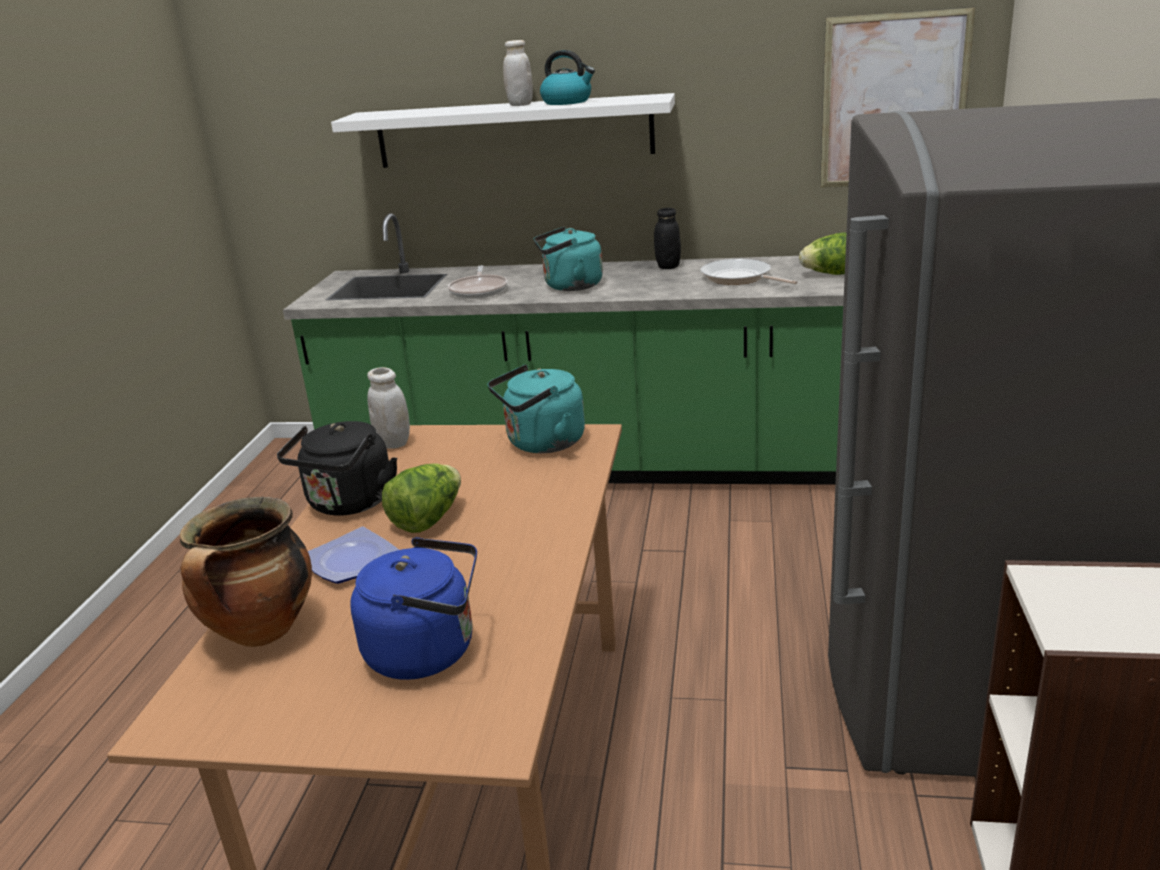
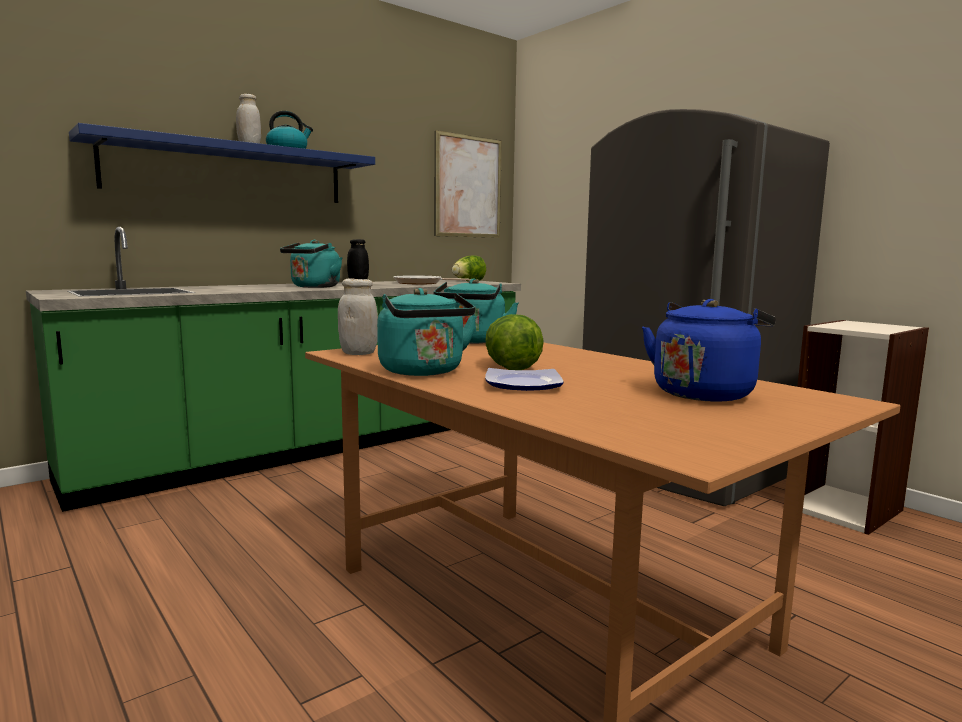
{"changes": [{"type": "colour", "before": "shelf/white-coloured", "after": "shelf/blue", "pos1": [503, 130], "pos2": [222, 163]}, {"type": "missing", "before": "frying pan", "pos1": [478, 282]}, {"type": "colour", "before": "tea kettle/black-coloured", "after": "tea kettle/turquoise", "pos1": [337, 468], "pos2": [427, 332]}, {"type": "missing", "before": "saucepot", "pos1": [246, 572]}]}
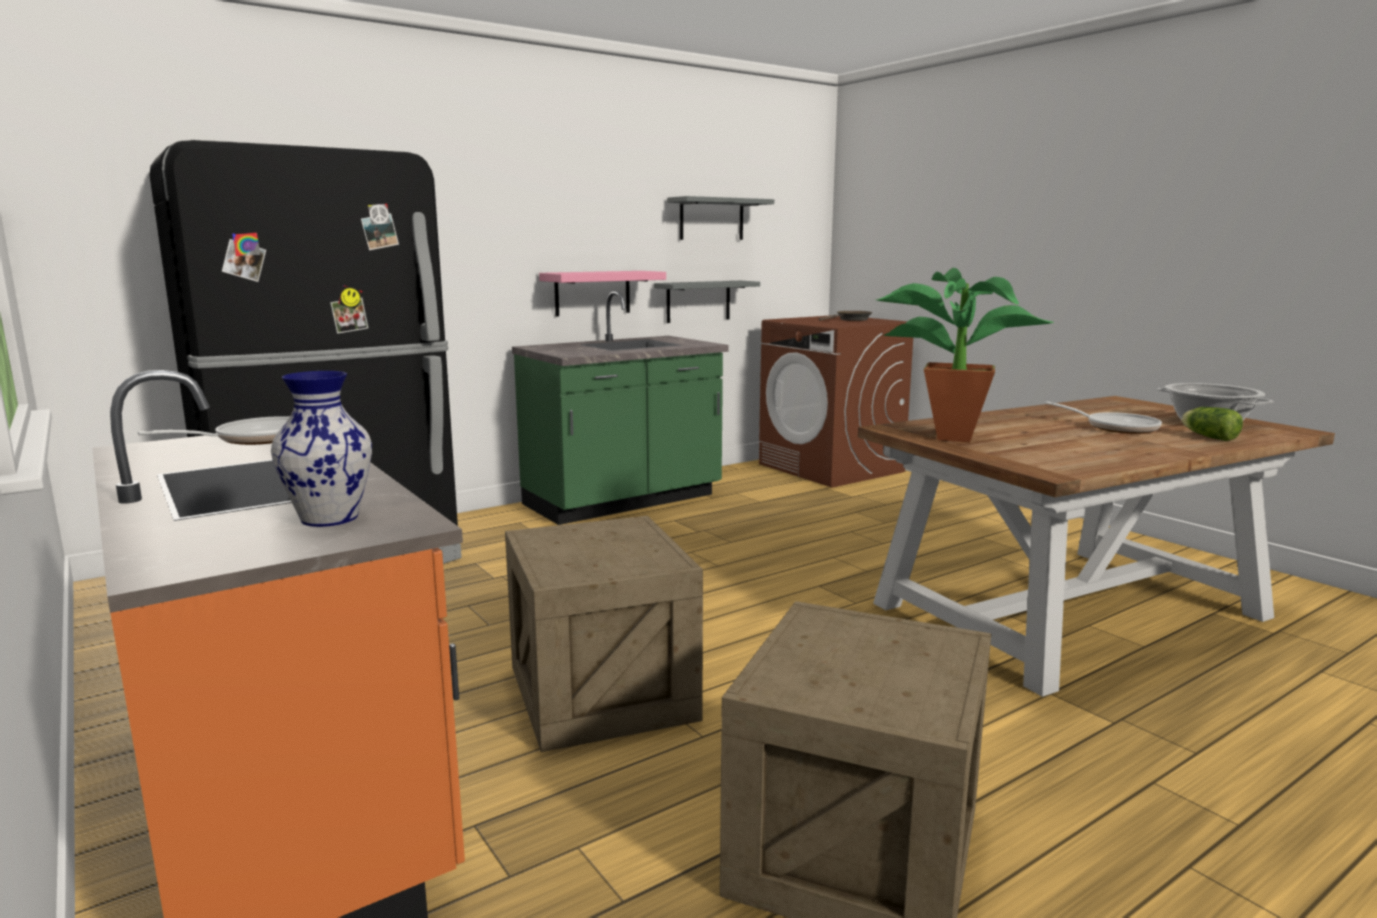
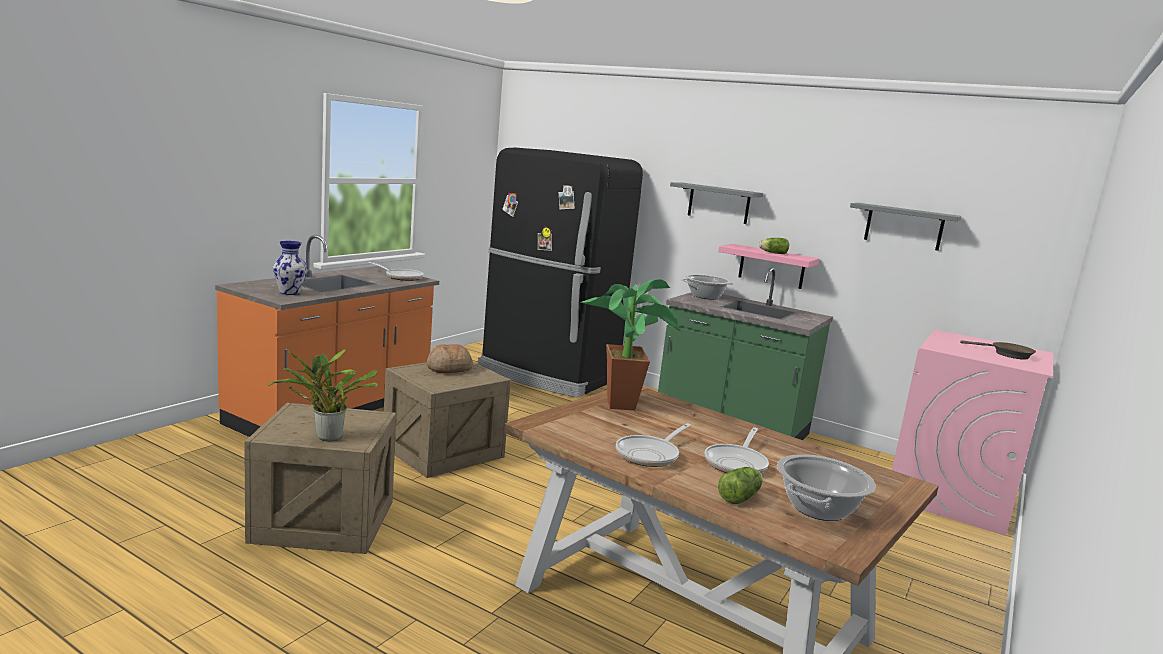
{"changes": [{"type": "relocated", "before": "shelf/greyish", "pos1": [707, 302], "pos2": [716, 203]}, {"type": "colour", "before": "washing machine/brownish", "after": "washing machine/pinkish", "pos1": [836, 401], "pos2": [972, 433]}, {"type": "appeared", "after": "lettuce", "pos2": [774, 246]}, {"type": "appeared", "after": "saucepot", "pos2": [707, 286]}, {"type": "appeared", "after": "bakery bread", "pos2": [450, 358]}, {"type": "appeared", "after": "houseplant", "pos2": [322, 395]}, {"type": "appeared", "after": "frying pan", "pos2": [653, 445]}]}
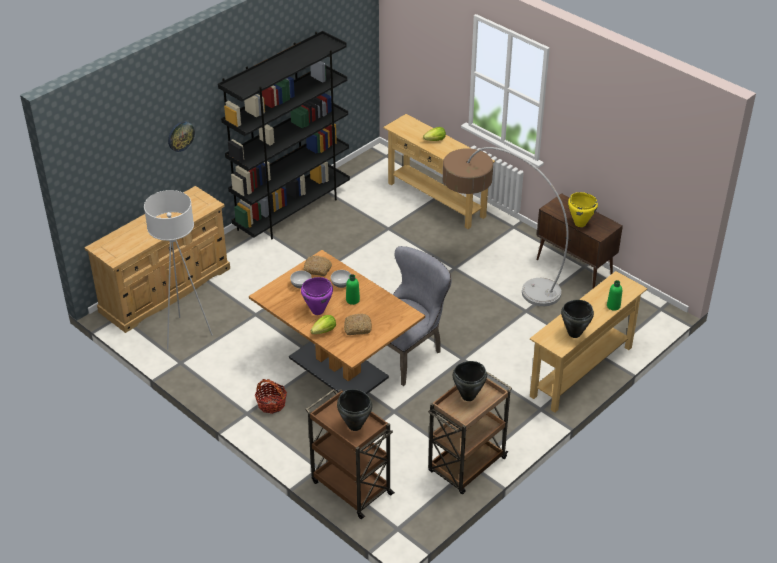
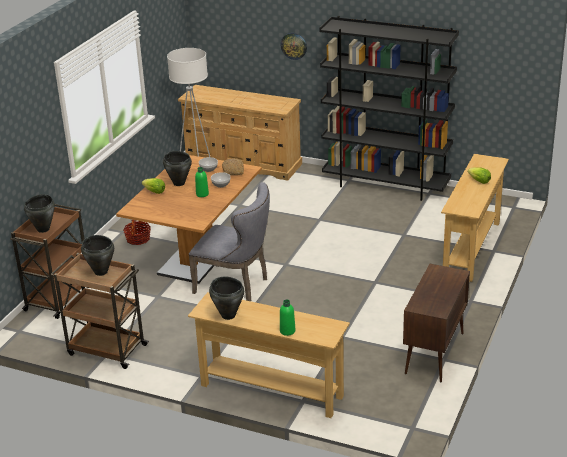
{"changes": [{"type": "missing", "before": "standing lamp", "pos1": [505, 226]}, {"type": "missing", "before": "saucepot/yellowish", "pos1": [583, 209]}, {"type": "colour", "before": "saucepot/purplish", "after": "saucepot/black-coloured", "pos1": [317, 296], "pos2": [177, 168]}, {"type": "missing", "before": "bakery bread", "pos1": [358, 324]}]}
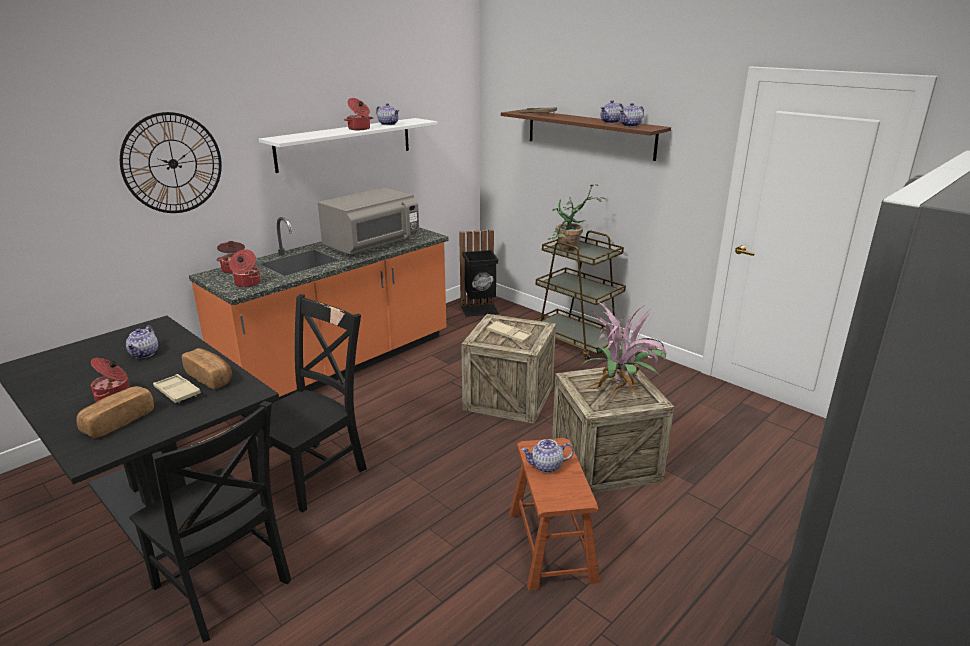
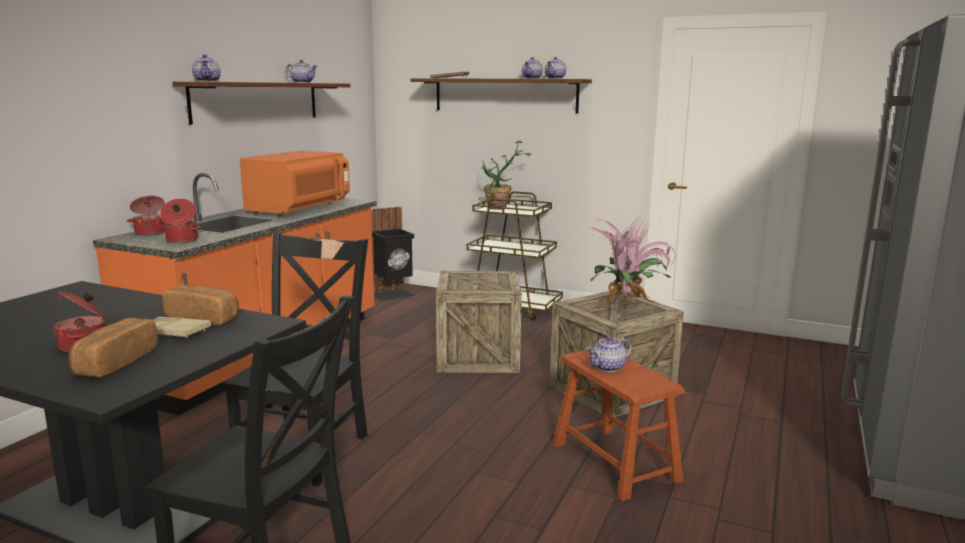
{"changes": [{"type": "missing", "before": "saucepot", "pos1": [358, 114]}, {"type": "missing", "before": "hanging clock", "pos1": [171, 162]}, {"type": "colour", "before": "shelf/white-coloured", "after": "shelf/brownish", "pos1": [348, 145], "pos2": [261, 103]}, {"type": "colour", "before": "microwave/greyish", "after": "microwave/orangey", "pos1": [368, 221], "pos2": [295, 183]}, {"type": "missing", "before": "carrying tray/beige", "pos1": [509, 332]}, {"type": "relocated", "before": "pot for tea", "pos1": [142, 342], "pos2": [206, 68]}]}
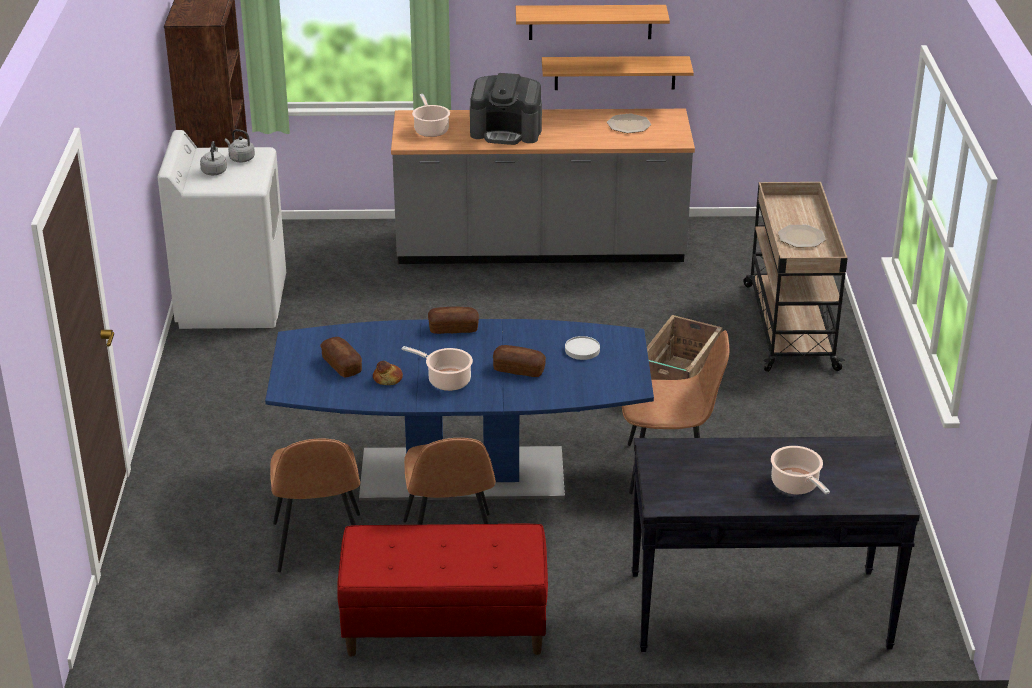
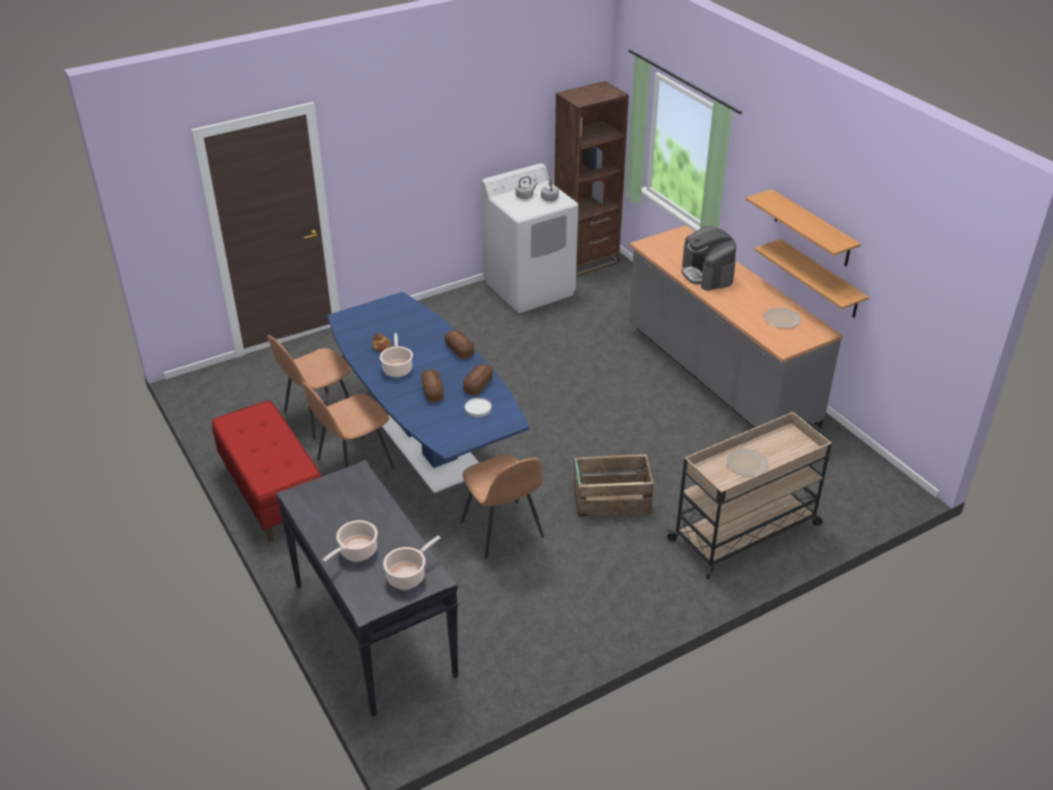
{"changes": [{"type": "relocated", "before": "saucepot", "pos1": [431, 115], "pos2": [412, 562]}, {"type": "relocated", "before": "bakery bread", "pos1": [341, 357], "pos2": [478, 379]}]}
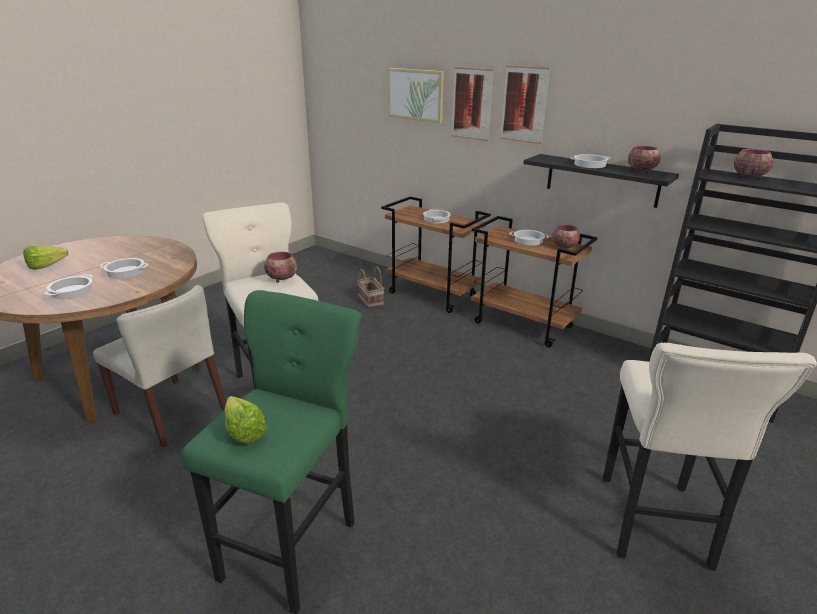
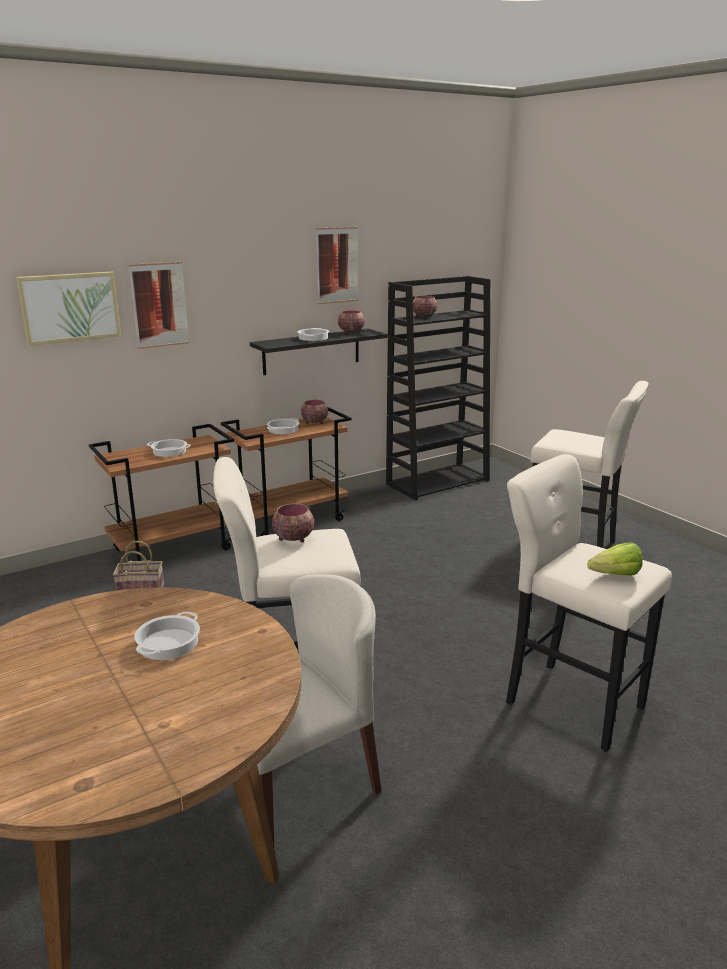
{"changes": [{"type": "relocated", "before": "wall picture", "pos1": [525, 104], "pos2": [337, 265]}, {"type": "missing", "before": "lettuce", "pos1": [45, 258]}, {"type": "missing", "before": "saucepot", "pos1": [68, 286]}, {"type": "colour", "before": "stool/green", "after": "stool/beige", "pos1": [271, 452], "pos2": [589, 603]}]}
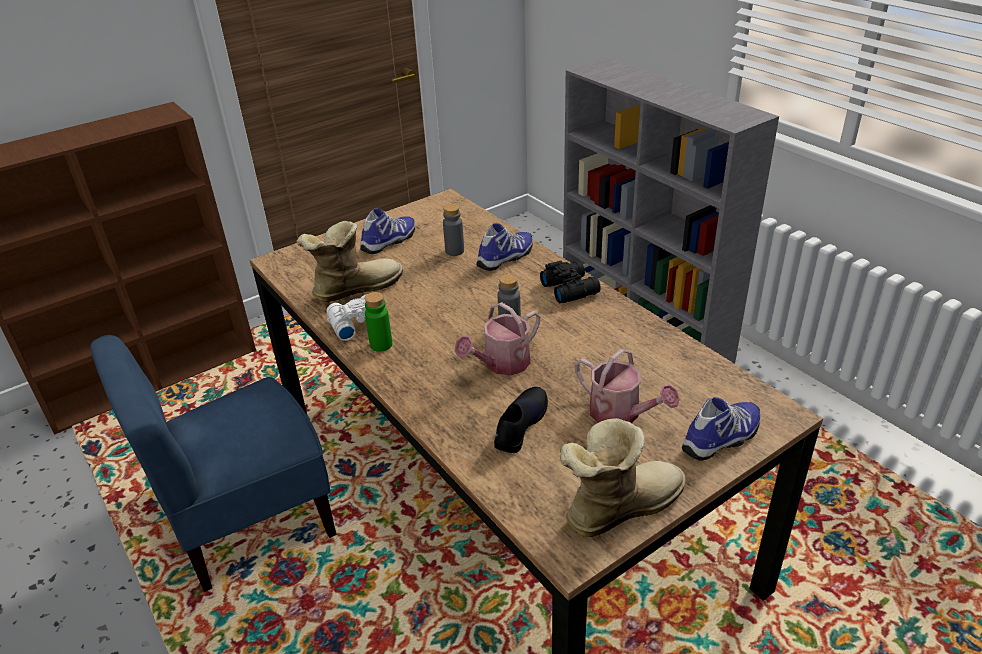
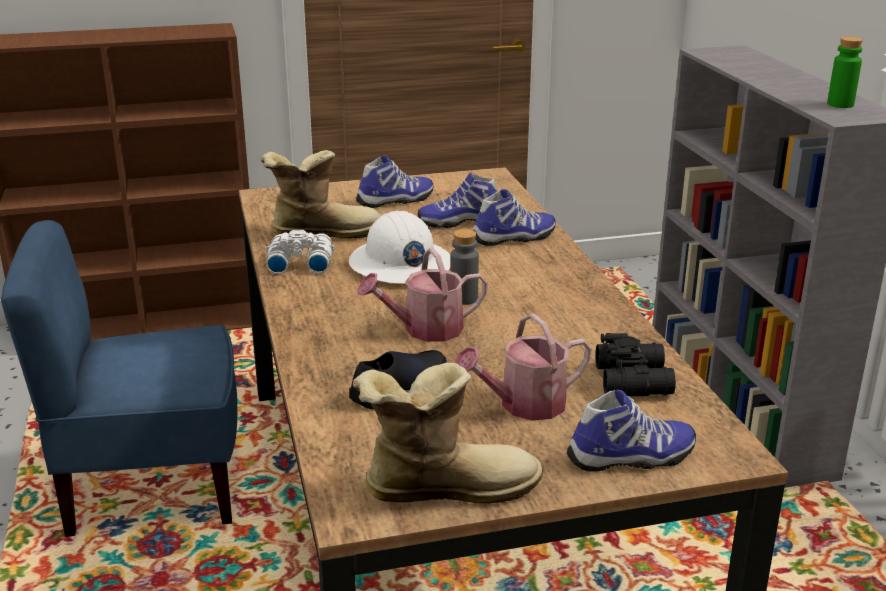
{"changes": [{"type": "exchanged", "before": "beverage bottle/greyish", "after": "shoe", "pos1": [453, 230], "pos2": [457, 200]}, {"type": "relocated", "before": "pair of binoculars/black-coloured", "pos1": [570, 282], "pos2": [636, 364]}, {"type": "relocated", "before": "beverage bottle/green", "pos1": [378, 322], "pos2": [845, 72]}, {"type": "spun", "before": "watering pot", "pos1": [627, 386], "pos2": [523, 367], "turn": 90}, {"type": "appeared", "after": "work helmet/white-coloured", "pos2": [400, 247]}]}
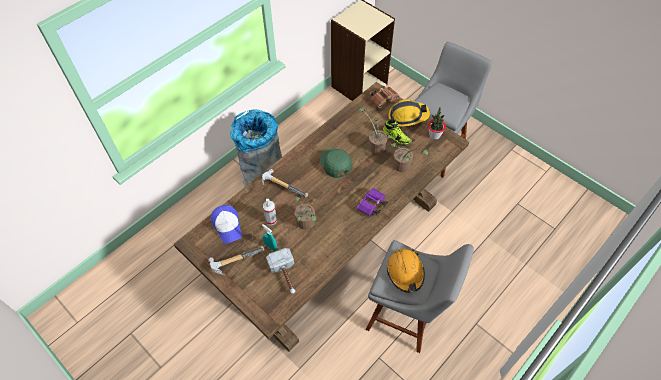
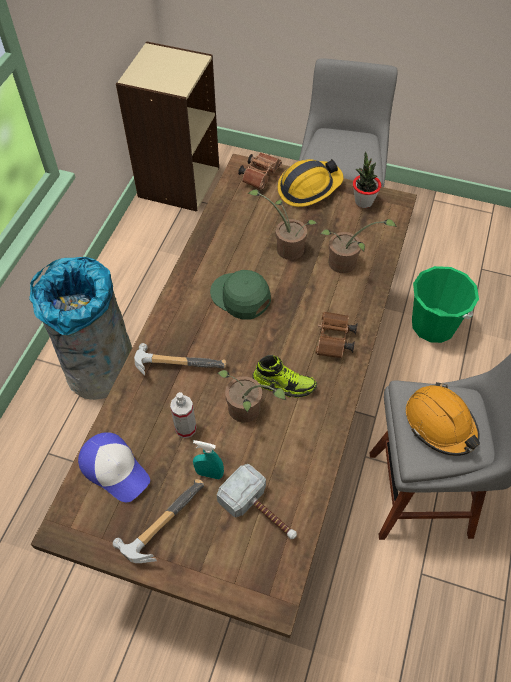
{"changes": [{"type": "relocated", "before": "shoe", "pos1": [397, 132], "pos2": [284, 376]}, {"type": "colour", "before": "pair of binoculars/purplish", "after": "pair of binoculars/brownish", "pos1": [372, 202], "pos2": [337, 335]}, {"type": "appeared", "after": "bucket/green", "pos2": [445, 304]}]}
